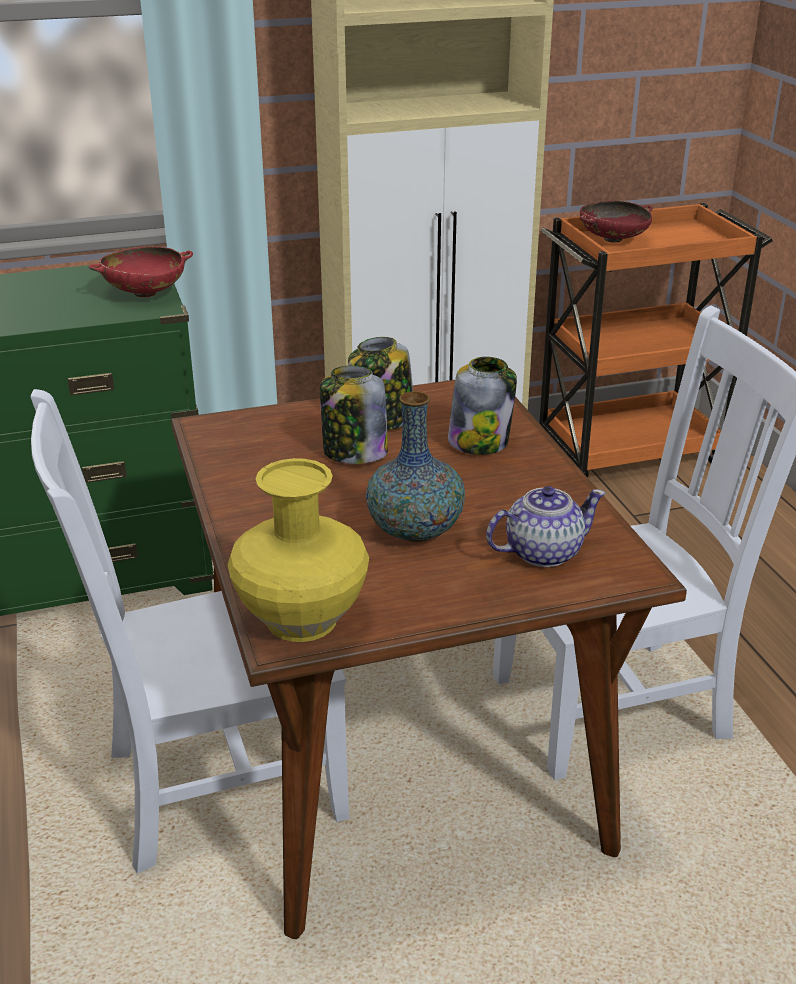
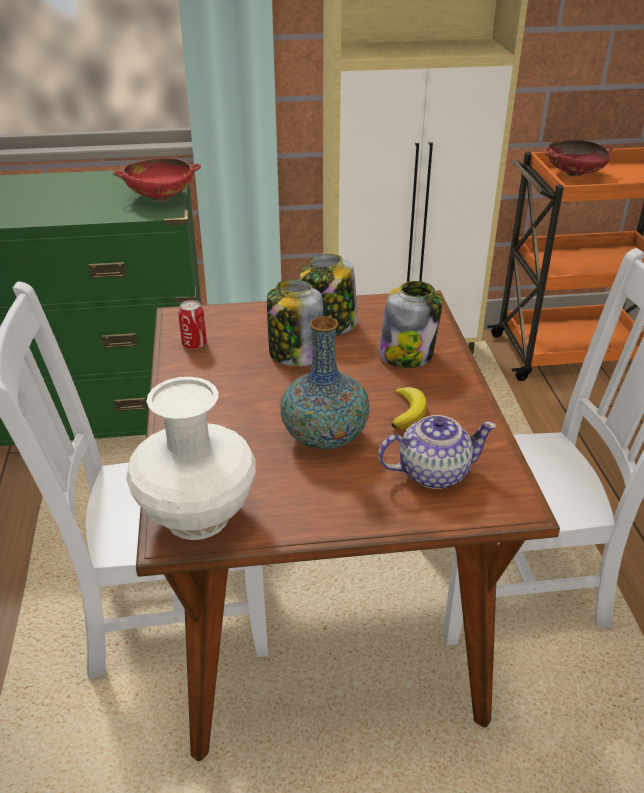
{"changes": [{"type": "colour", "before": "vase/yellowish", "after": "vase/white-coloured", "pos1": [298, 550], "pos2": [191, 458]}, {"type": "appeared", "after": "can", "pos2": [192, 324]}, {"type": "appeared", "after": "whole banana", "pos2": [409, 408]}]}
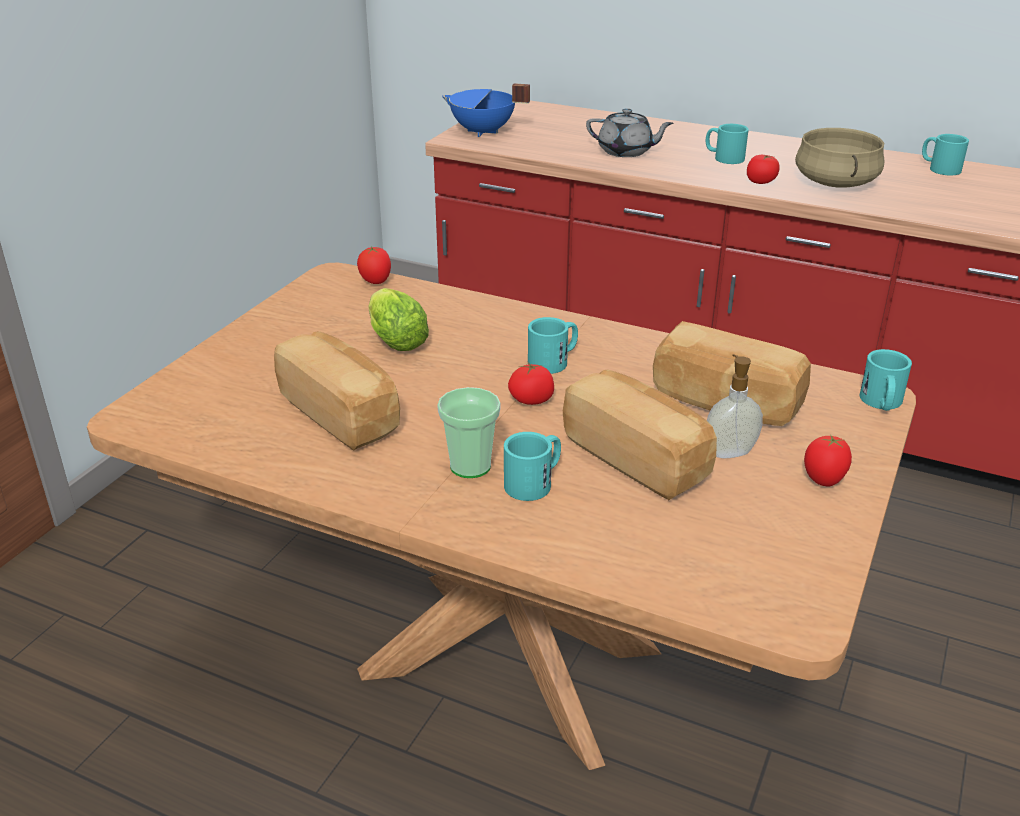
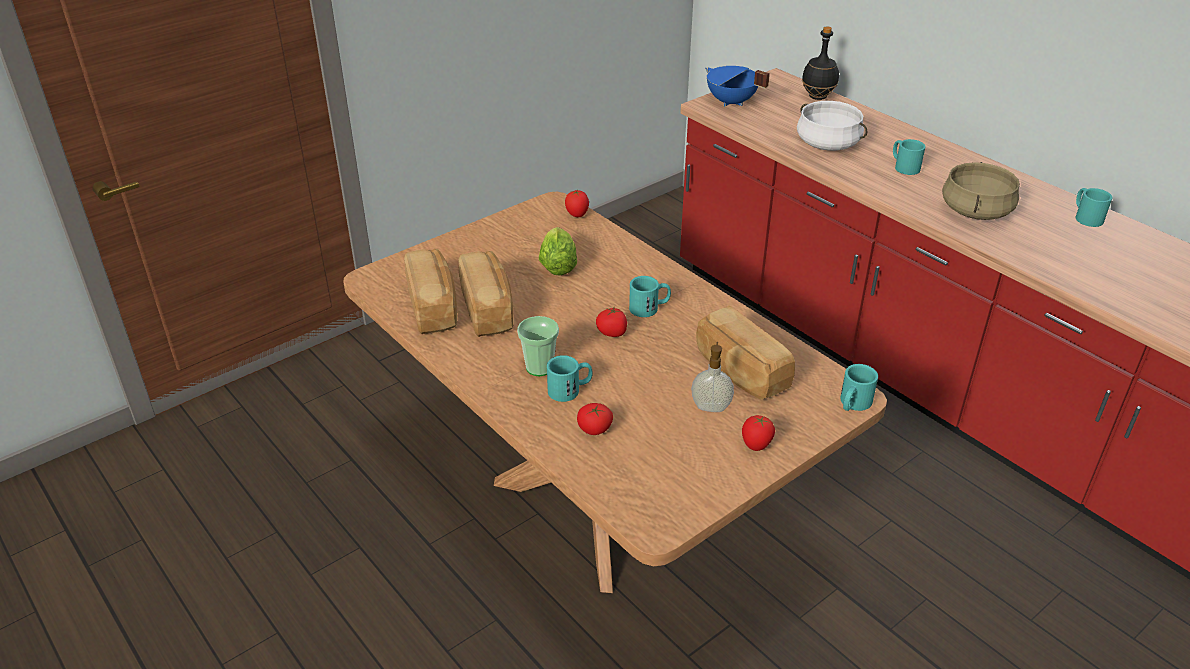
{"changes": [{"type": "exchanged", "before": "pot for tea/greyish", "after": "saucepot/white-coloured", "pos1": [629, 132], "pos2": [832, 126]}, {"type": "relocated", "before": "whole tomato", "pos1": [763, 169], "pos2": [595, 419]}, {"type": "relocated", "before": "bakery bread", "pos1": [640, 434], "pos2": [430, 291]}, {"type": "appeared", "after": "beverage bottle/black-coloured", "pos2": [820, 63]}]}
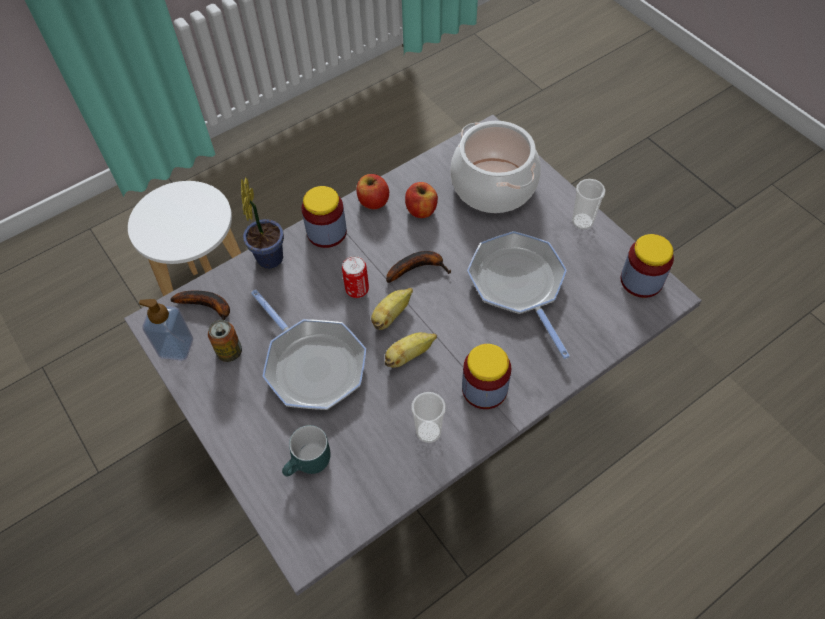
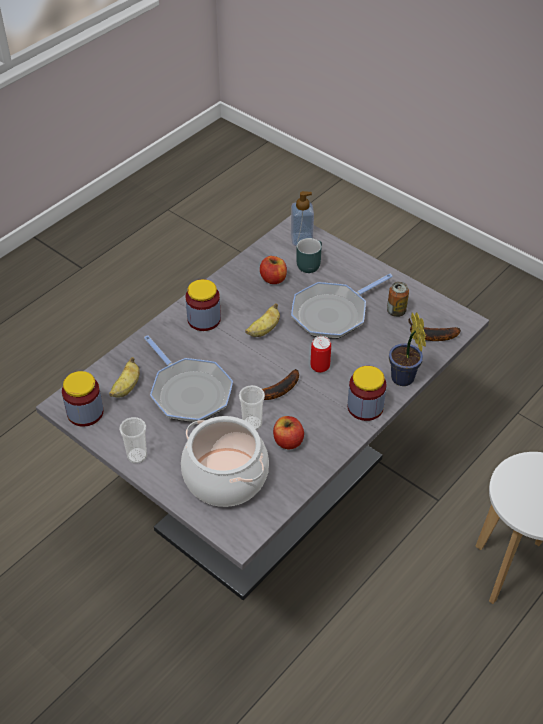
{"changes": [{"type": "relocated", "before": "whole apple", "pos1": [372, 191], "pos2": [273, 270]}, {"type": "relocated", "before": "whole banana", "pos1": [392, 309], "pos2": [124, 377]}, {"type": "spun", "before": "frying pan", "pos1": [308, 349], "pos2": [342, 306], "turn": -75}, {"type": "relocated", "before": "liquid soap bottle", "pos1": [166, 330], "pos2": [302, 218]}, {"type": "relocated", "before": "small cup", "pos1": [428, 417], "pos2": [252, 407]}]}
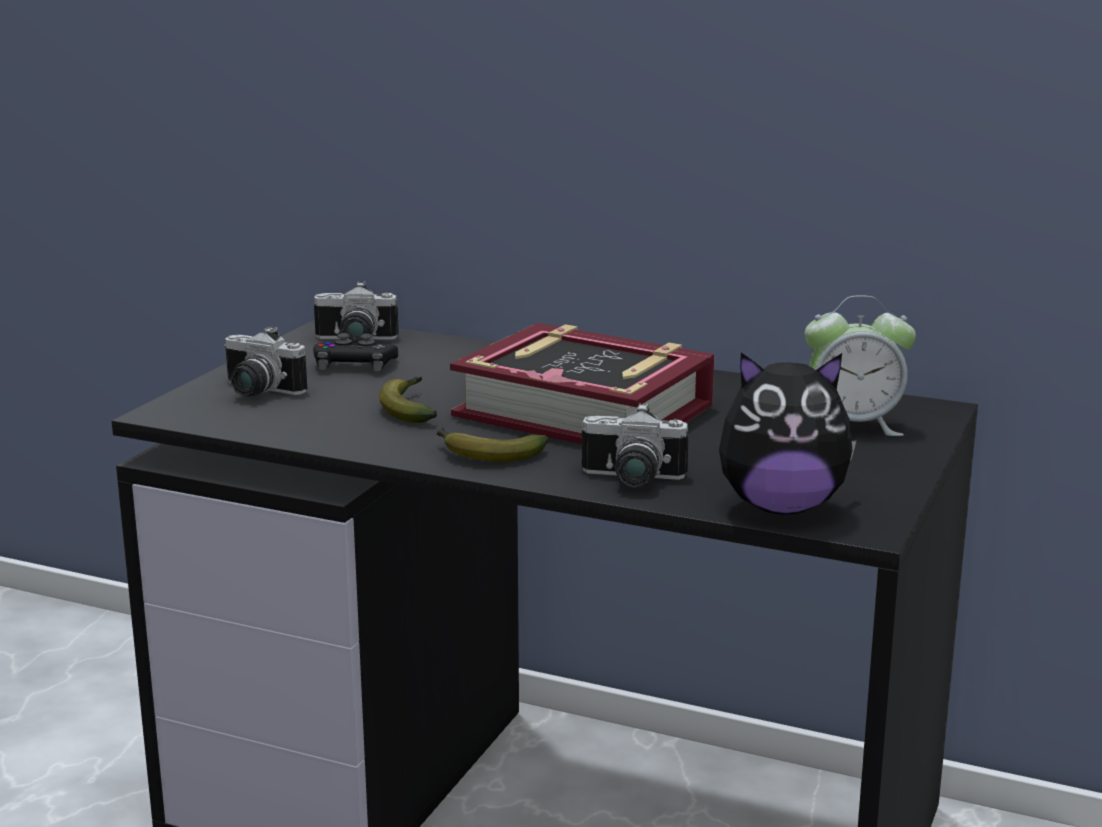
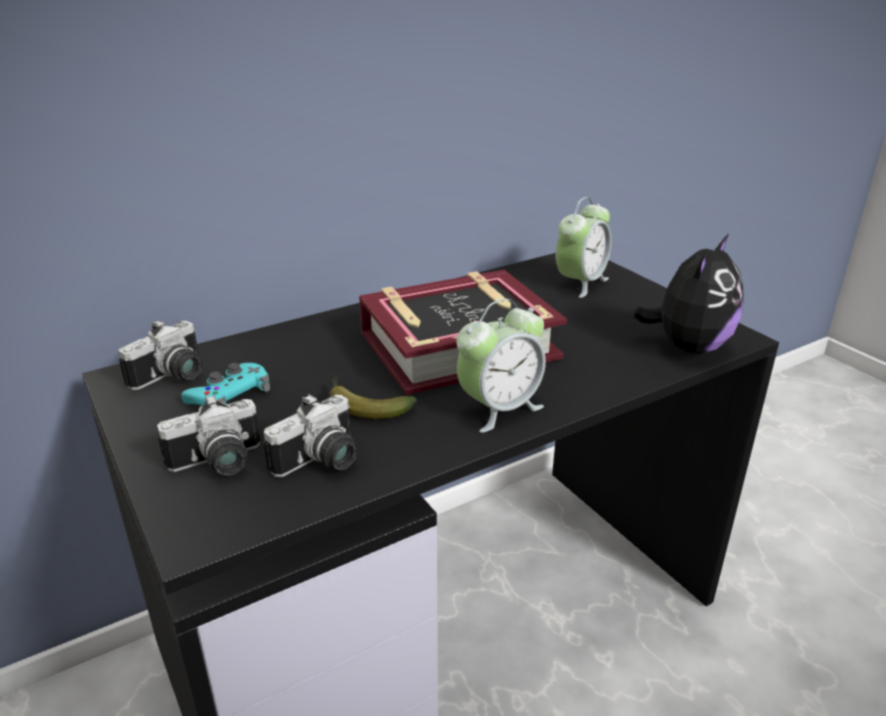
{"changes": [{"type": "colour", "before": "gamepad/black-coloured", "after": "gamepad/turquoise", "pos1": [355, 352], "pos2": [225, 384]}, {"type": "relocated", "before": "photo camera", "pos1": [635, 445], "pos2": [310, 435]}, {"type": "exchanged", "before": "whole banana", "after": "bedside clock", "pos1": [492, 444], "pos2": [501, 366]}]}
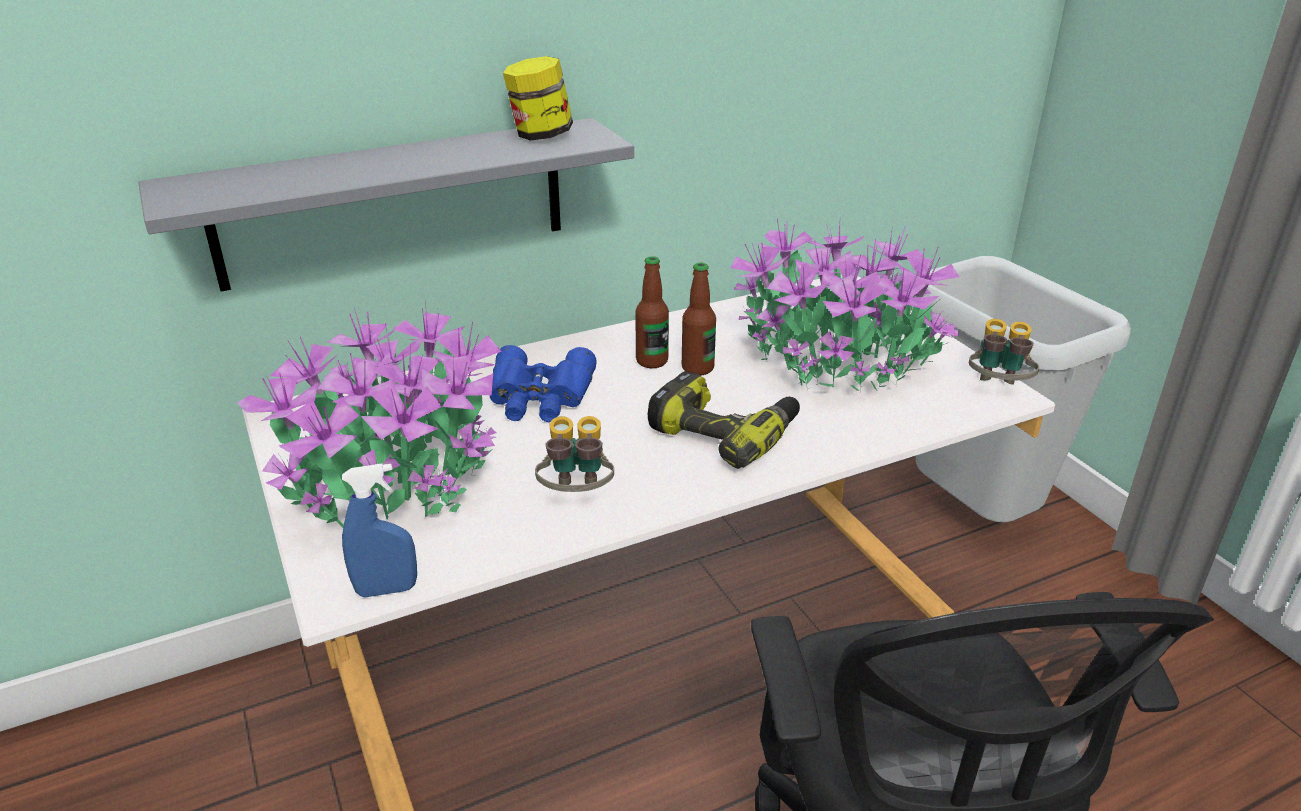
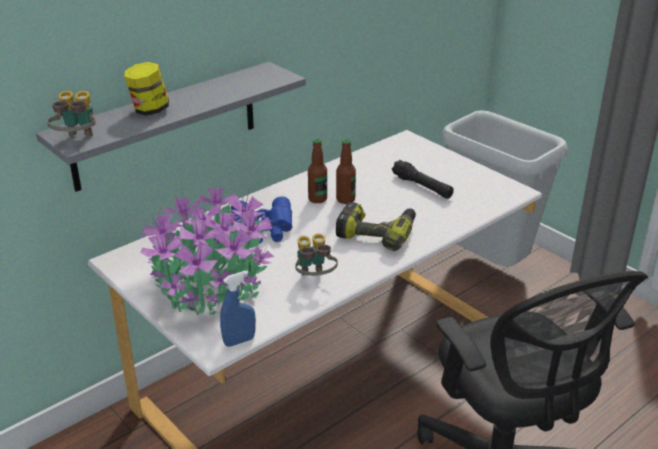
{"changes": [{"type": "relocated", "before": "jar", "pos1": [538, 98], "pos2": [146, 89]}, {"type": "exchanged", "before": "houseplant", "after": "flashlight/black-coloured", "pos1": [845, 304], "pos2": [423, 179]}, {"type": "relocated", "before": "pair of binoculars", "pos1": [1004, 352], "pos2": [71, 114]}]}
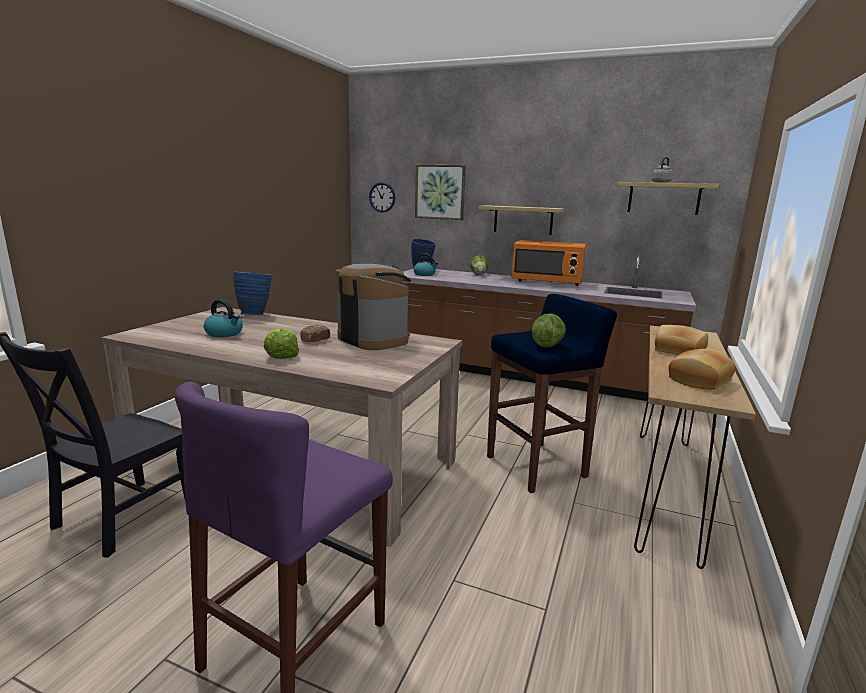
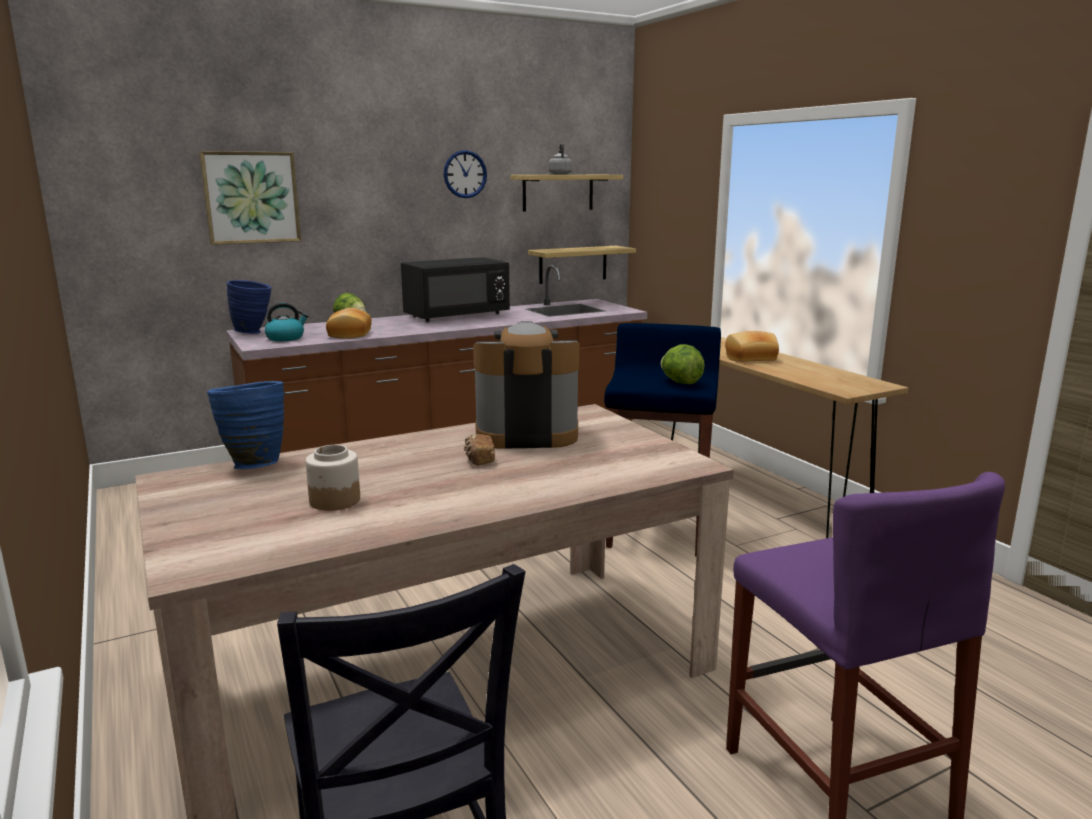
{"changes": [{"type": "relocated", "before": "hanging clock", "pos1": [382, 197], "pos2": [465, 174]}, {"type": "relocated", "before": "shelf", "pos1": [521, 220], "pos2": [582, 265]}, {"type": "colour", "before": "microwave/orangey", "after": "microwave/black-coloured", "pos1": [548, 263], "pos2": [455, 289]}, {"type": "exchanged", "before": "tea kettle", "after": "jar", "pos1": [223, 318], "pos2": [333, 478]}, {"type": "missing", "before": "lettuce", "pos1": [281, 344]}, {"type": "relocated", "before": "bakery bread", "pos1": [702, 369], "pos2": [349, 323]}]}
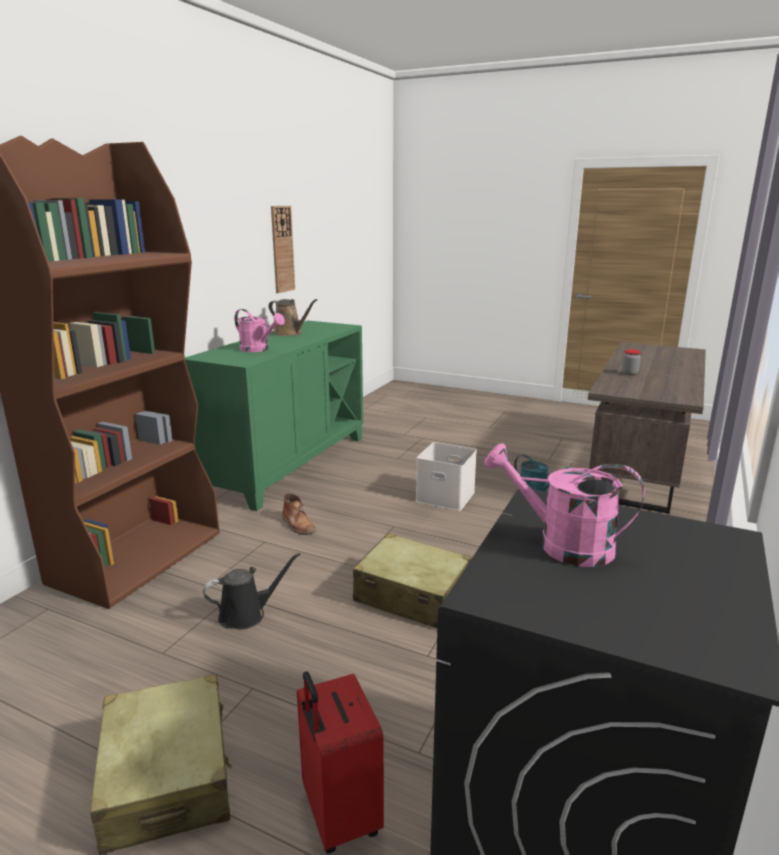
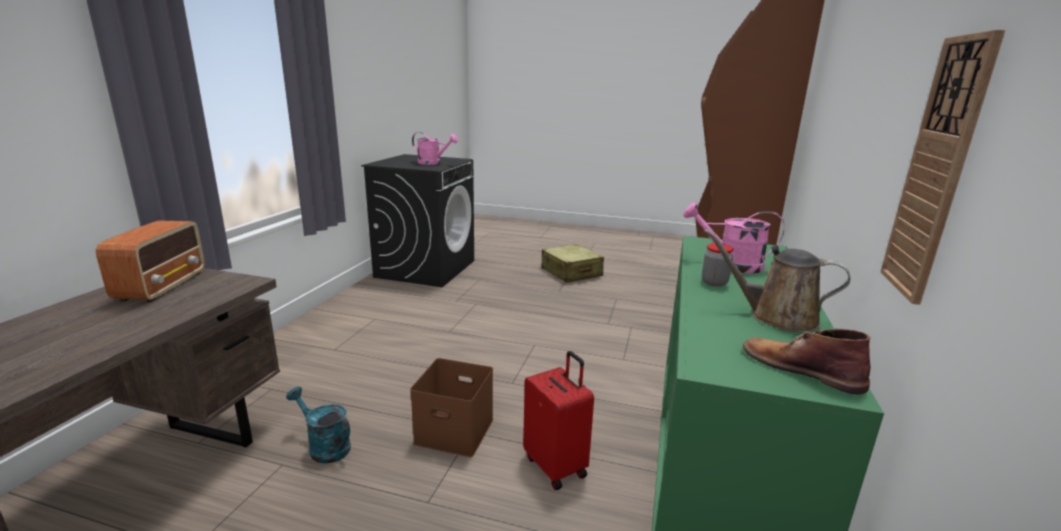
{"changes": [{"type": "relocated", "before": "jar", "pos1": [631, 362], "pos2": [717, 265]}, {"type": "colour", "before": "storage box/white-coloured", "after": "storage box/brownish", "pos1": [446, 476], "pos2": [451, 407]}, {"type": "relocated", "before": "boot/brownish", "pos1": [299, 514], "pos2": [807, 362]}, {"type": "missing", "before": "suitcase/beige", "pos1": [412, 580]}, {"type": "missing", "before": "watering pot/black-coloured", "pos1": [252, 591]}, {"type": "relocated", "before": "suitcase/red-coloured", "pos1": [340, 762], "pos2": [558, 420]}, {"type": "appeared", "after": "radio set", "pos2": [150, 261]}]}
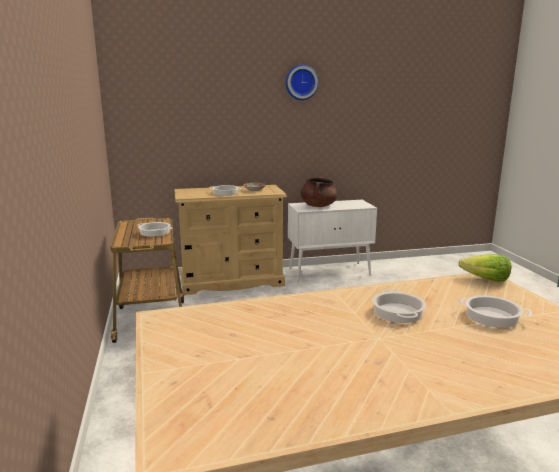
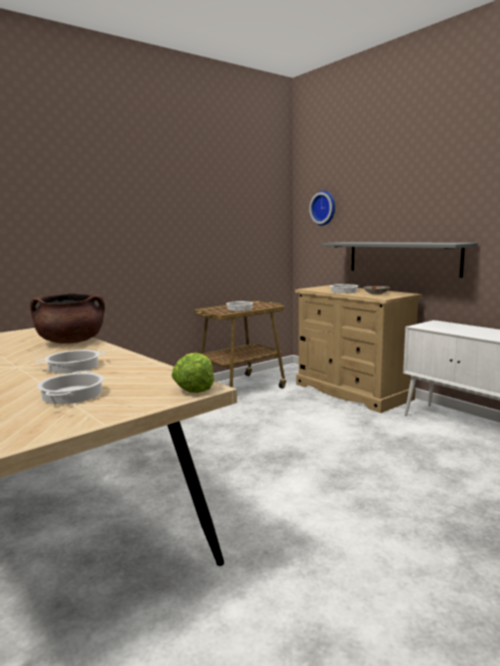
{"changes": [{"type": "relocated", "before": "hanging clock", "pos1": [302, 82], "pos2": [322, 208]}, {"type": "relocated", "before": "saucepot/brownish", "pos1": [319, 191], "pos2": [67, 318]}, {"type": "appeared", "after": "shelf/greyish", "pos2": [400, 260]}]}
